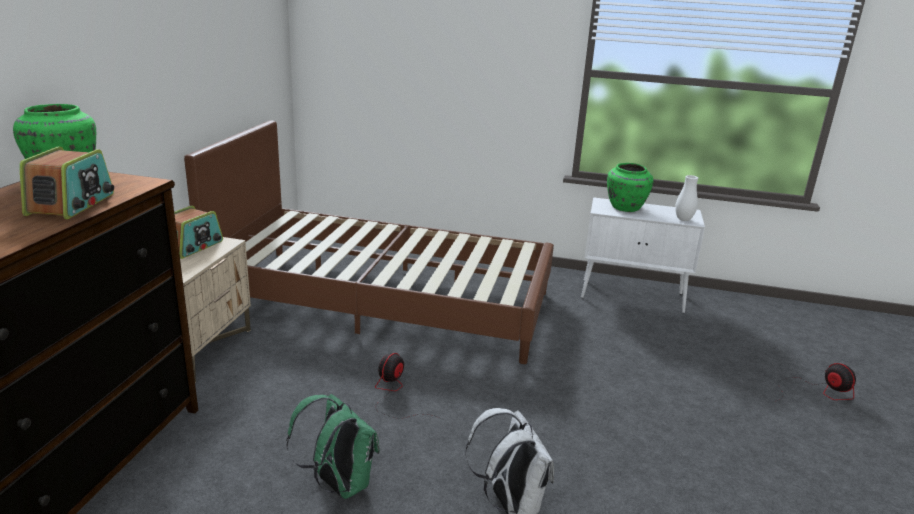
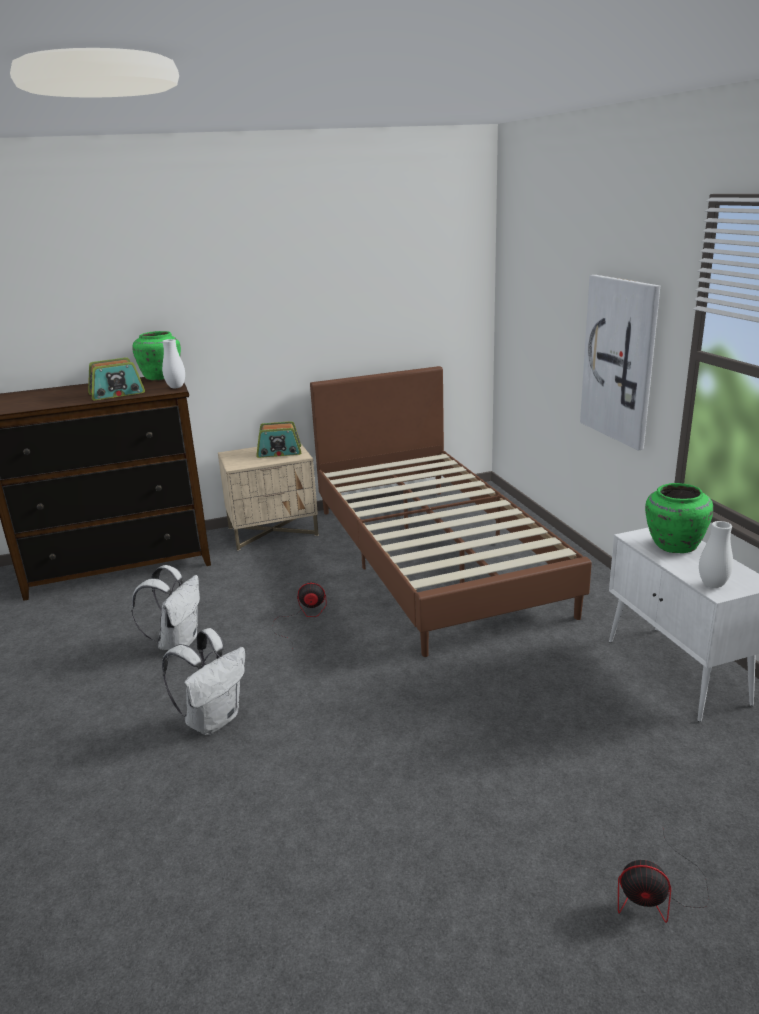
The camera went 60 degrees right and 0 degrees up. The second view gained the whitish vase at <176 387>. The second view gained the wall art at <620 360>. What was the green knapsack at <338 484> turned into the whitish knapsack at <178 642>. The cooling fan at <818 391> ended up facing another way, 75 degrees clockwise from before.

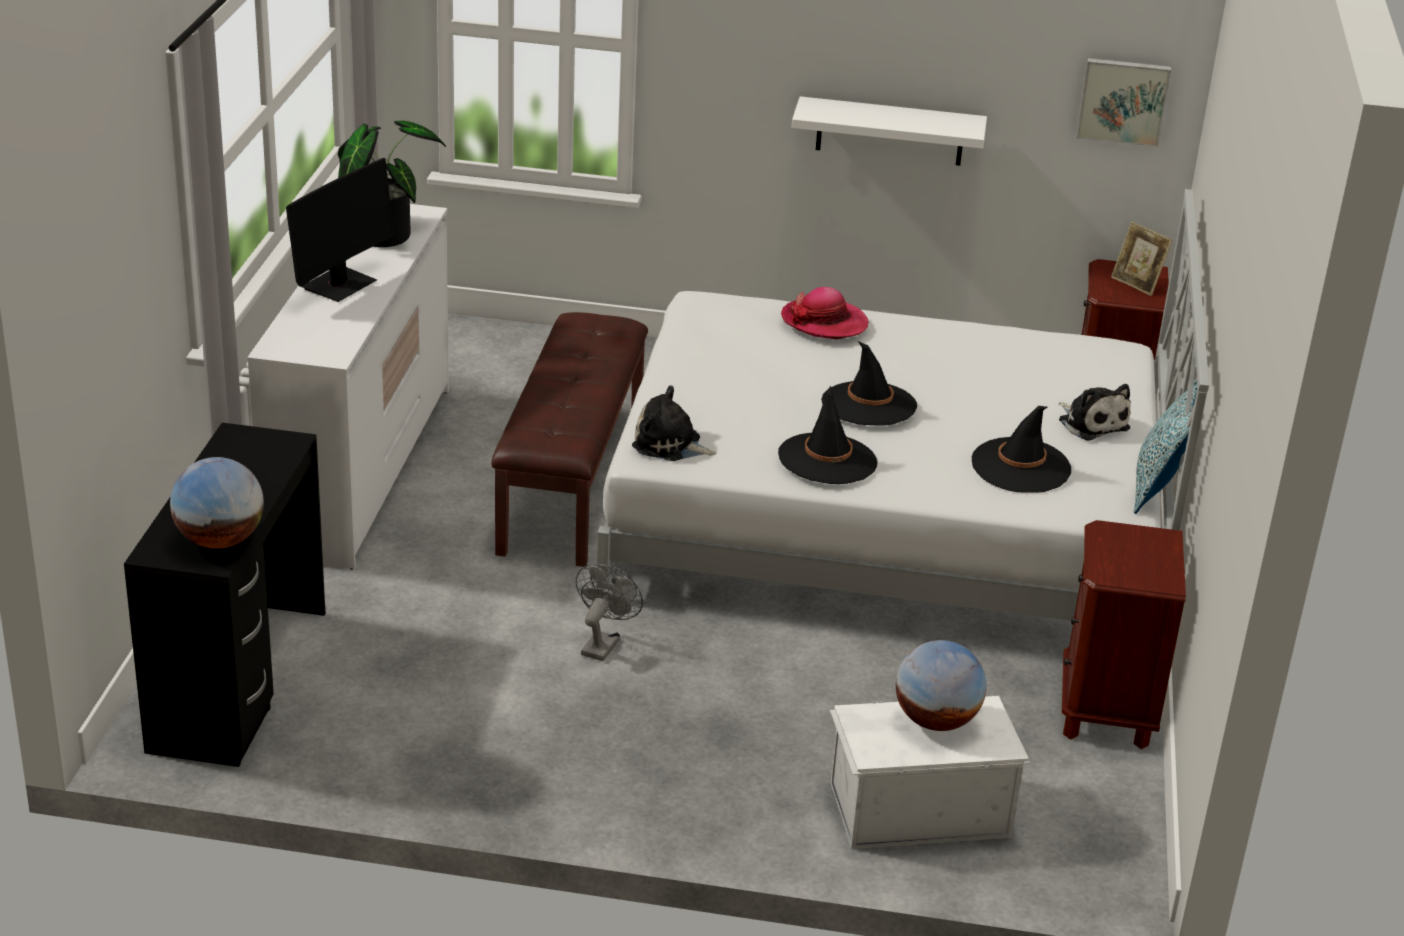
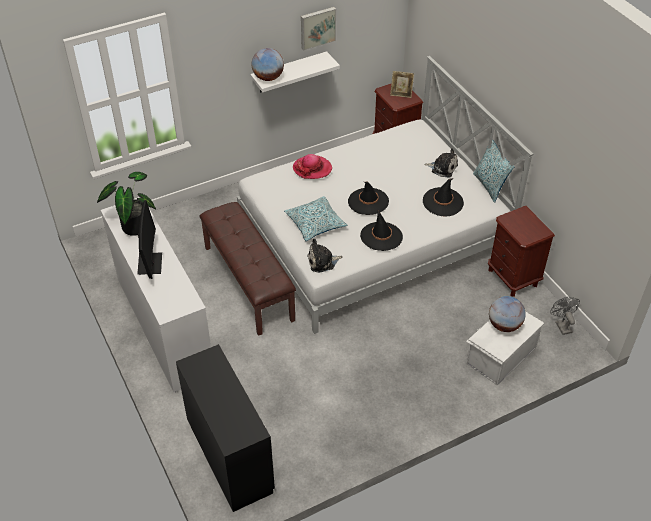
The camera went 35 degrees left and 15 degrees up. The second view gained the cushion at <315 223>. The desk globe ended up elsewhere, having gone from <220 540> to <268 78>. The greyish cooling fan ended up elsewhere, having gone from <603 643> to <561 325>. The wall art ended up elsewhere, having gone from <1123 100> to <317 27>.

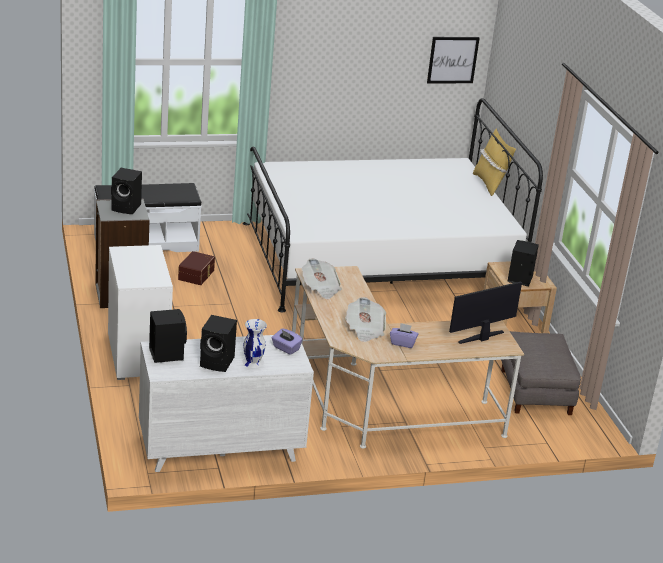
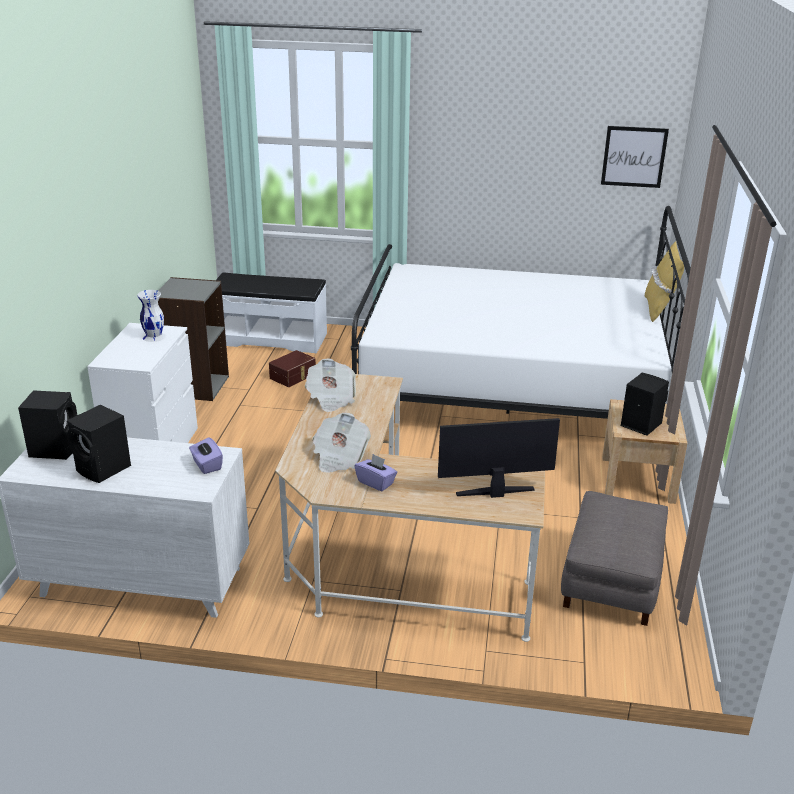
The camera went 25 degrees right and 0 degrees up. The second view lost the black-coloured loudspeaker at <127 208>. The whitish vase ended up elsewhere, having gone from <252 361> to <154 336>.

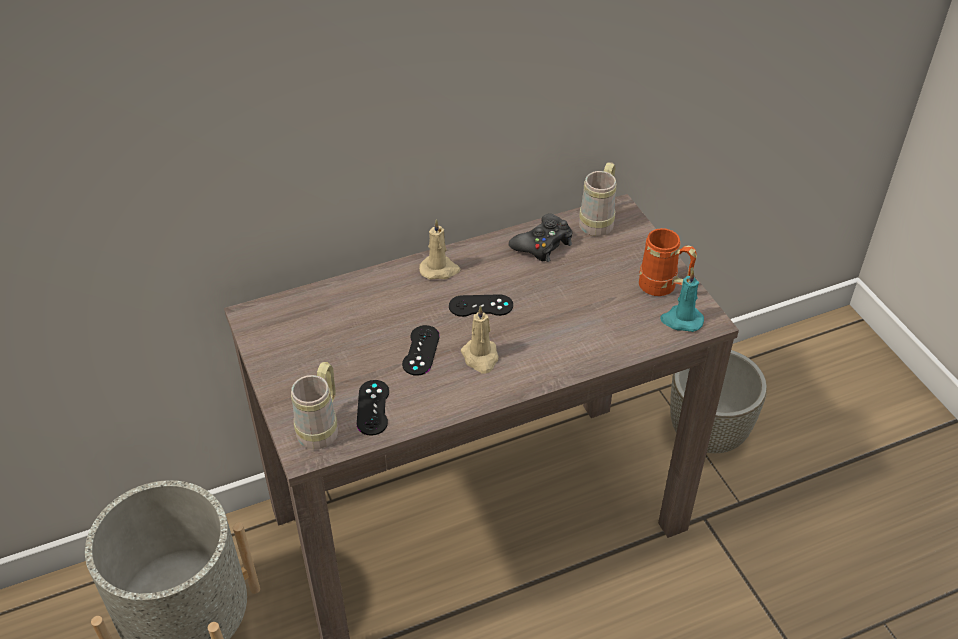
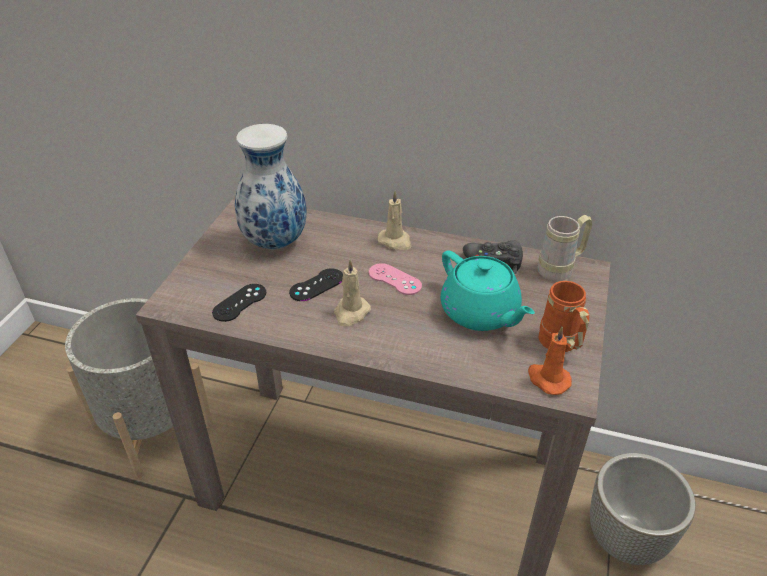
The camera went 40 degrees right and 5 degrees down. The second view lost the beige tea mug at <322 427>. The second view gained the vase at <275 243>. The second view gained the blue-green pot for tea at <481 313>. What was the black-coloured joypad at <481 306> turned into the pink-coloured joypad at <394 279>. What was the blue-green wax light at <681 320> turned into the orangey wax light at <547 379>.

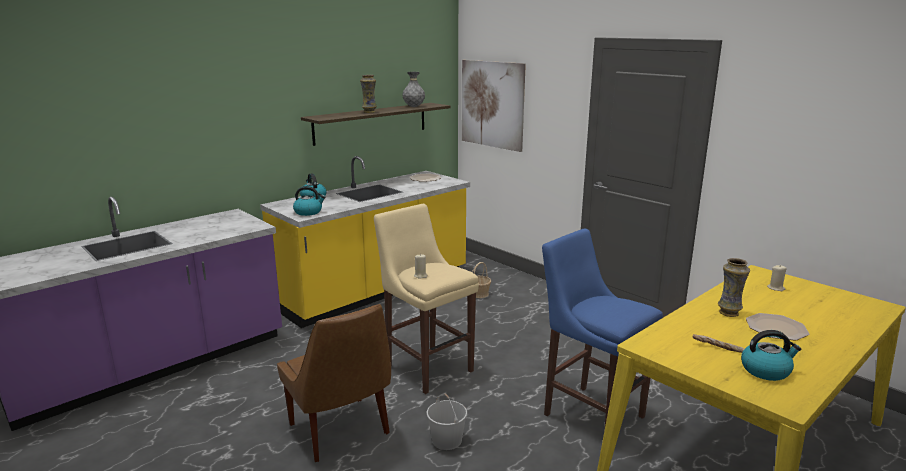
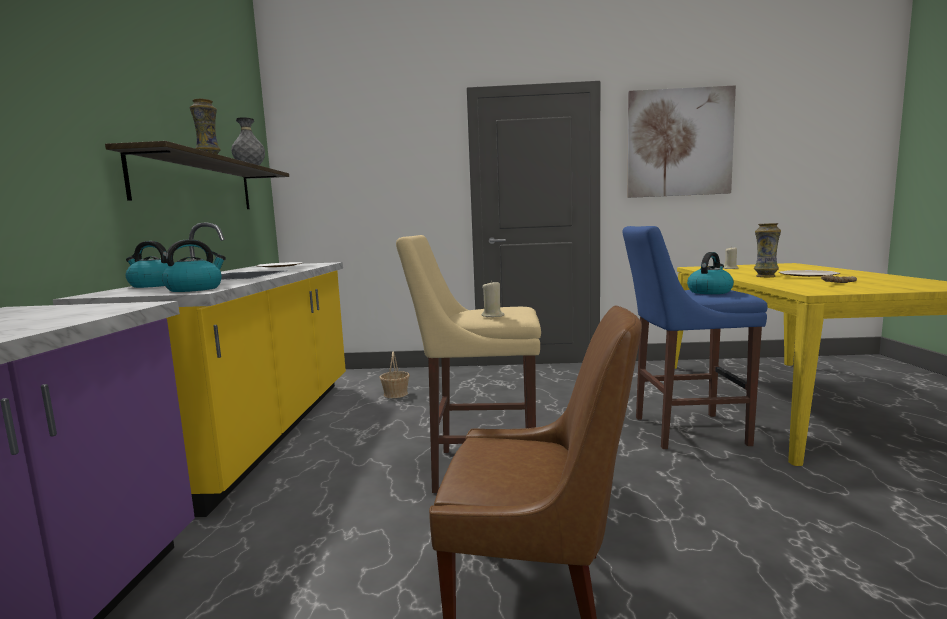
The camera went 45 degrees left and 10 degrees down. The second view lost the whitish water bucket at <446 440>. The wall art ended up elsewhere, having gone from <492 104> to <679 143>. The water kettle ended up elsewhere, having gone from <766 370> to <709 292>.

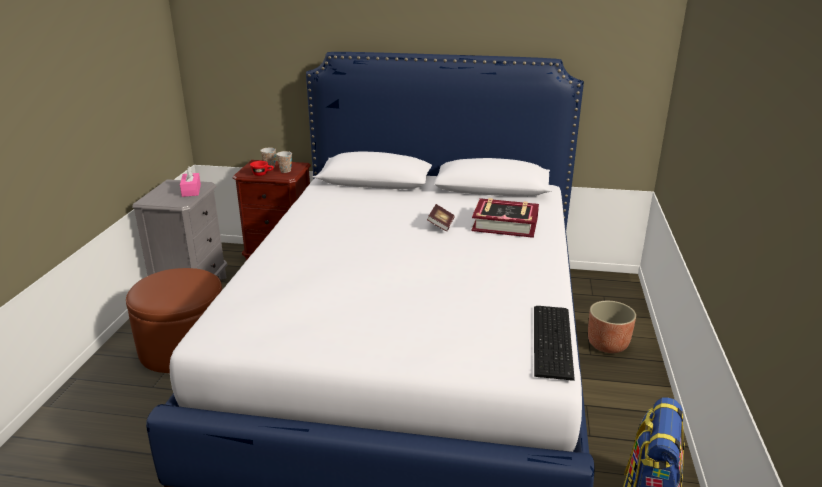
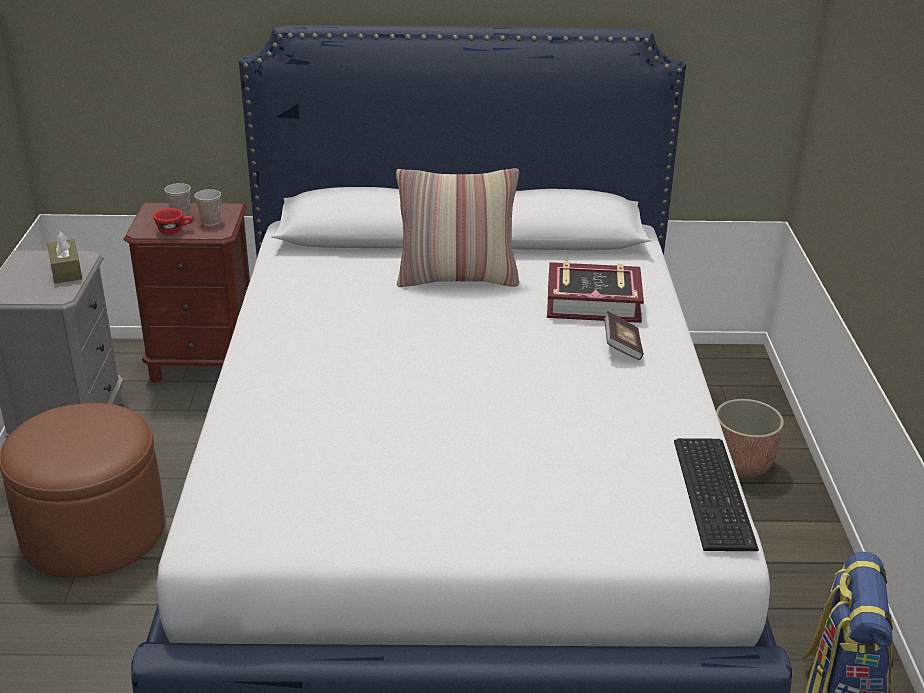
The camera went 10 degrees left and 5 degrees up. The second view gained the cushion at <457 278>. The bound book ended up elsewhere, having gone from <441 225> to <622 347>. What was the pink-coloured tissue box at <191 190> turned into the brownish tissue box at <66 270>.

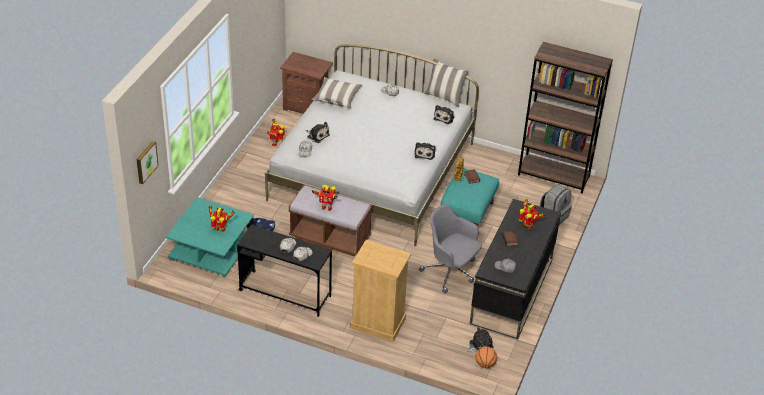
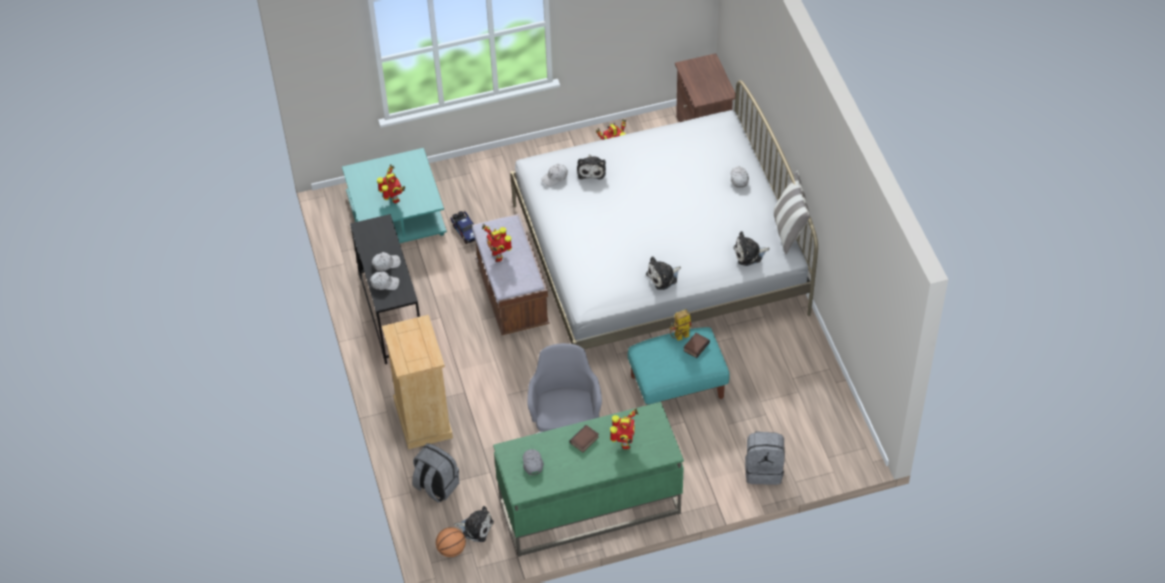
The camera went 55 degrees right and 10 degrees up. The second view lost the wall art at <145 161>. The second view lost the cushion at <337 98>. The second view lost the brownish shelving unit at <554 176>. The second view gained the greyish knapsack at <436 486>. What was the black-coloured desk at <511 292> turned into the green desk at <589 506>.

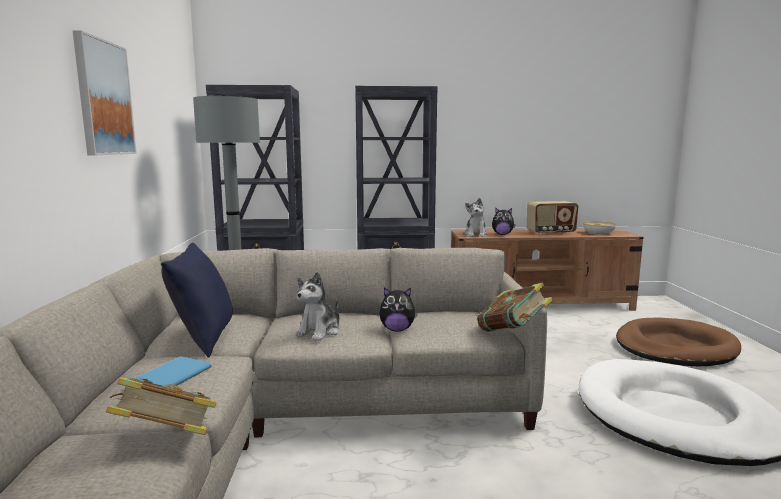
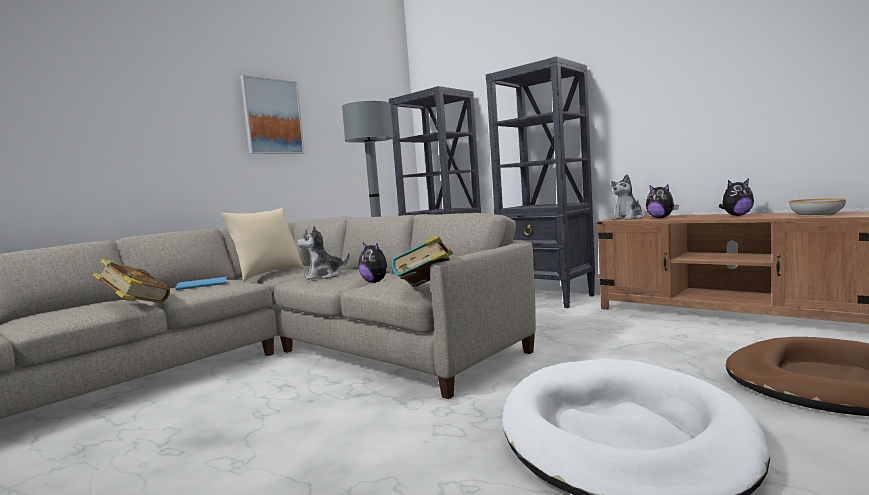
The camera went 45 degrees right and 5 degrees down. Where the radio stood at <551 233>, the cuddly toy came to stand at <737 215>. What was the blue-coloured cushion at <203 339> turned into the beige cushion at <267 274>.

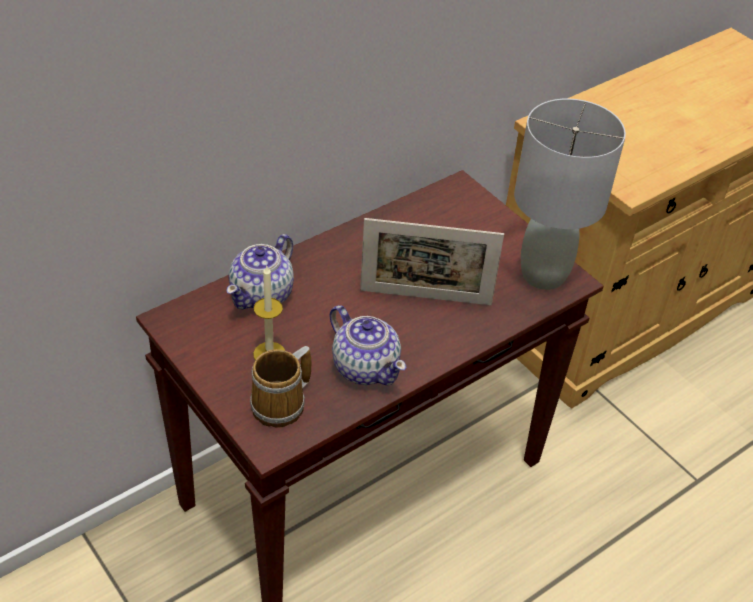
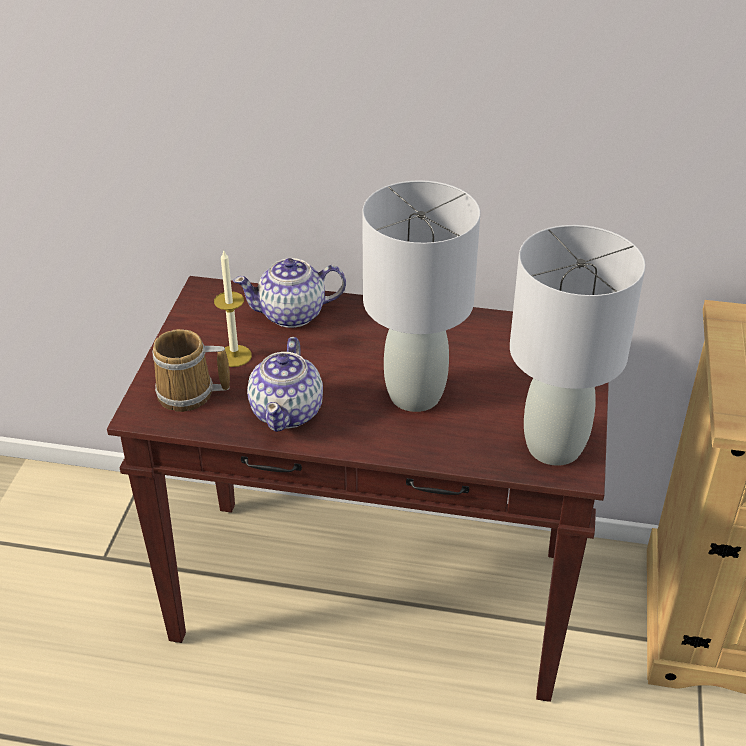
The camera went 50 degrees right and 5 degrees down. Where the picture frame stood at <425 297>, the greyish lamp for a table came to stand at <416 395>.

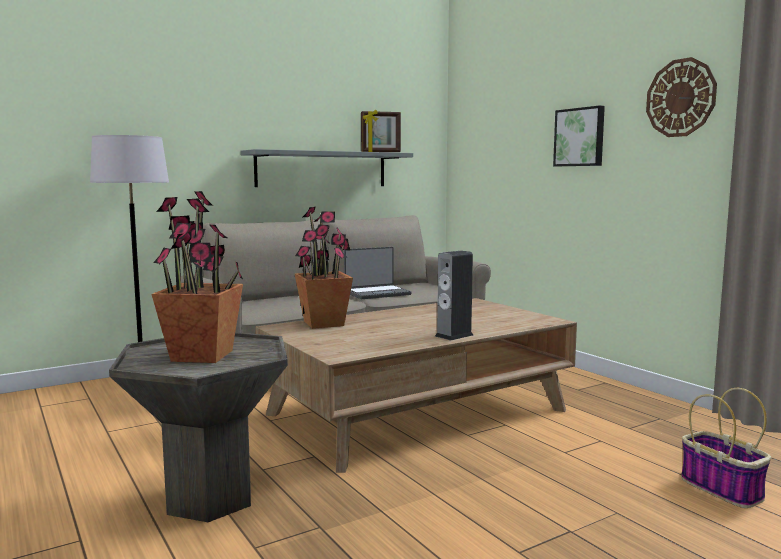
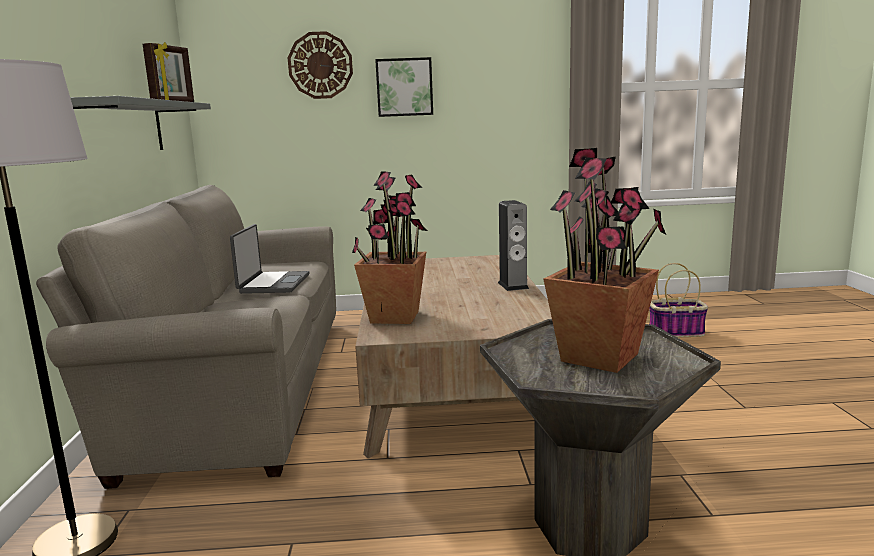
The camera went 60 degrees left and 5 degrees up. The wall clock ended up elsewhere, having gone from <680 98> to <320 65>.

